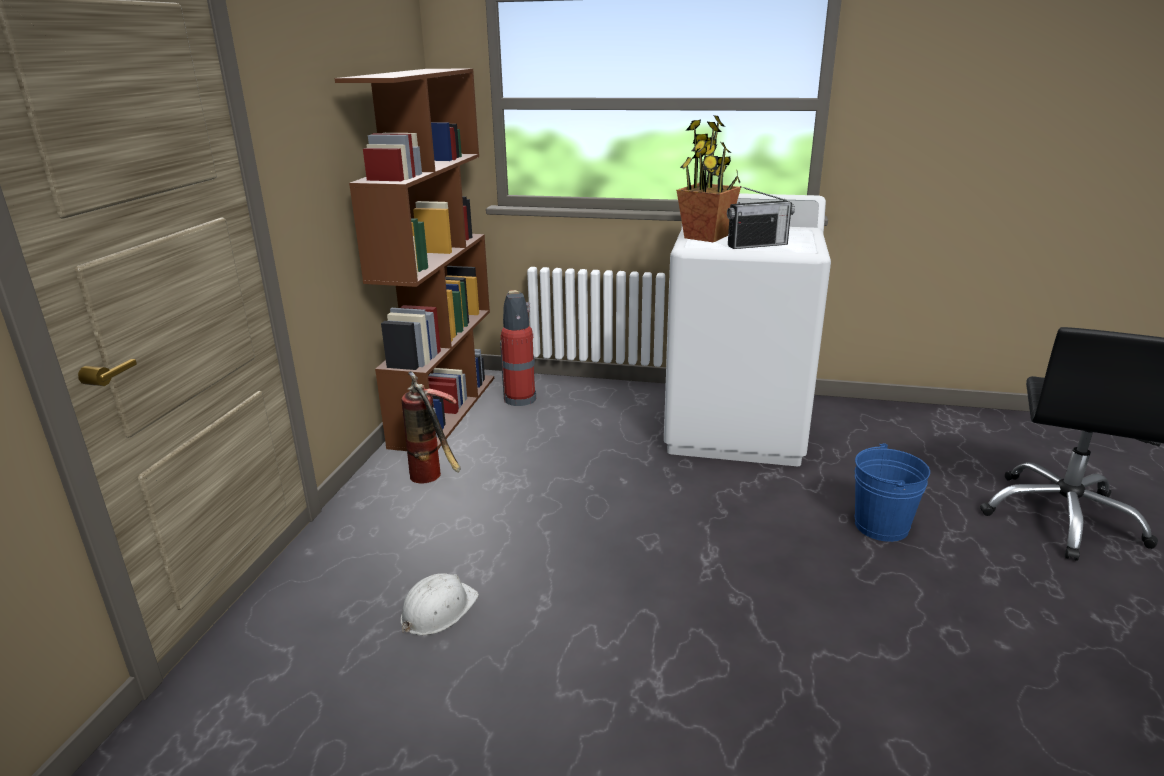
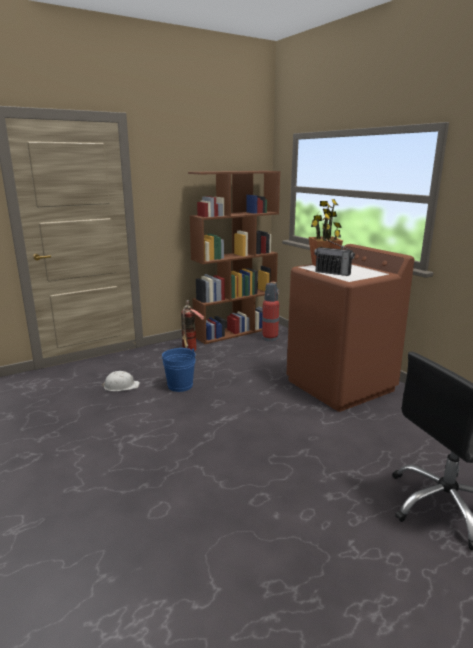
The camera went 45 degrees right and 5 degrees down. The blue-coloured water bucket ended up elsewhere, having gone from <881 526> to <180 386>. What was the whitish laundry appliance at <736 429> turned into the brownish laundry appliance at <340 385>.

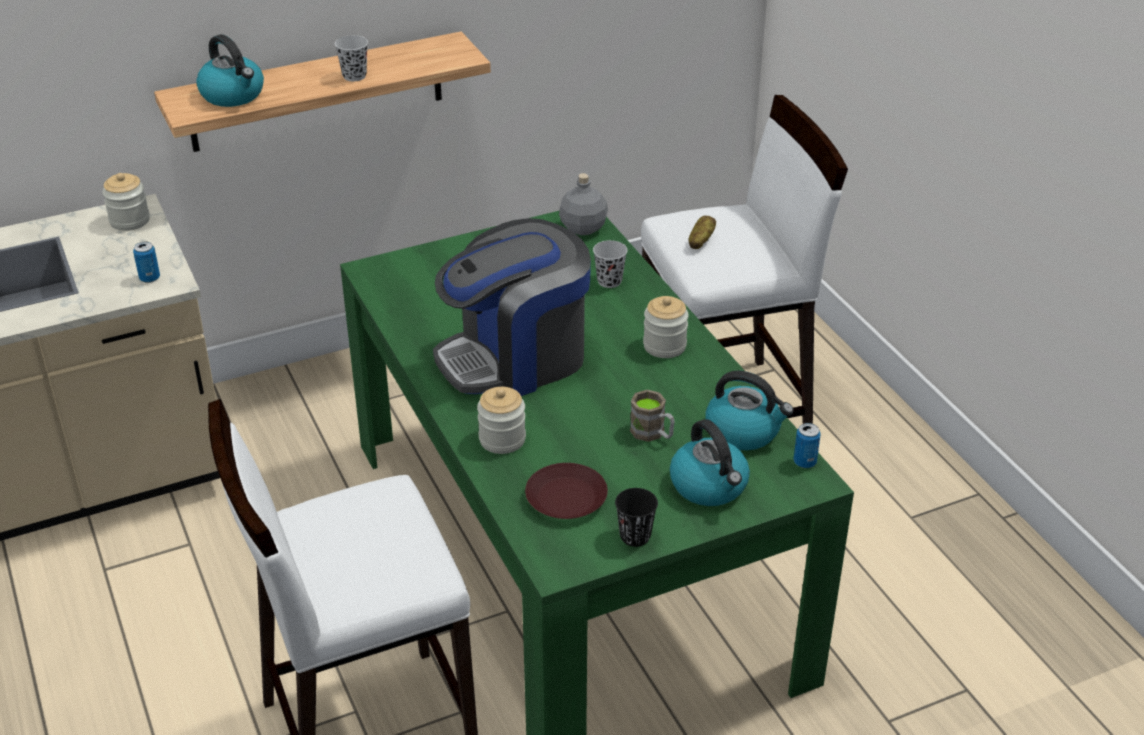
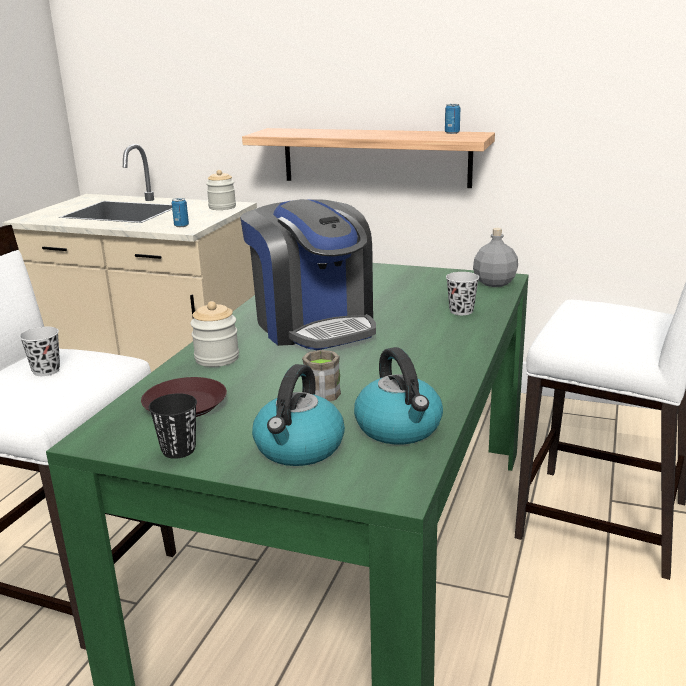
The camera went 45 degrees right and 15 degrees down. The second view lost the water kettle at <233 95>. The second view lost the storage jar at <664 346>. The second view lost the whole potato at <700 242>. The black-coloured small cup ended up elsewhere, having gone from <354 76> to <46 371>. The metal can ended up elsewhere, having gone from <804 462> to <452 133>. The coffee maker at <515 358> ended up facing another way, 135 degrees counterclockwise from before.

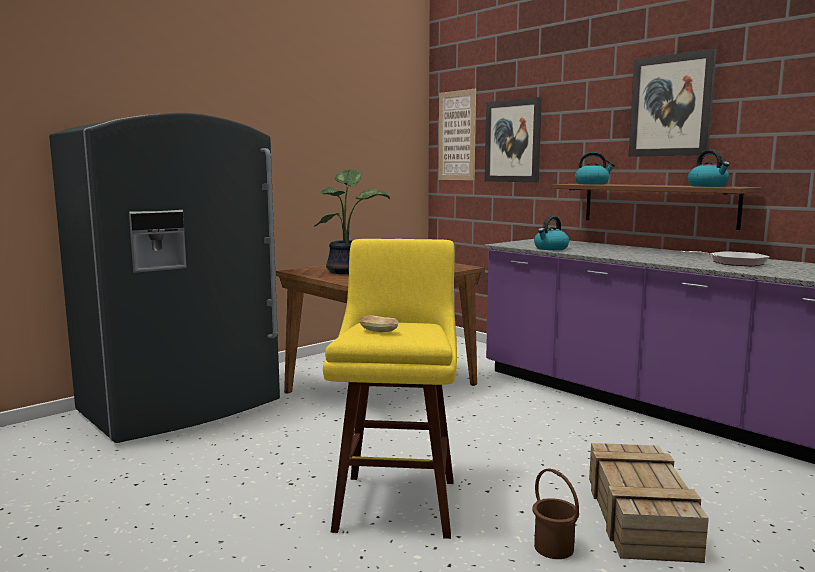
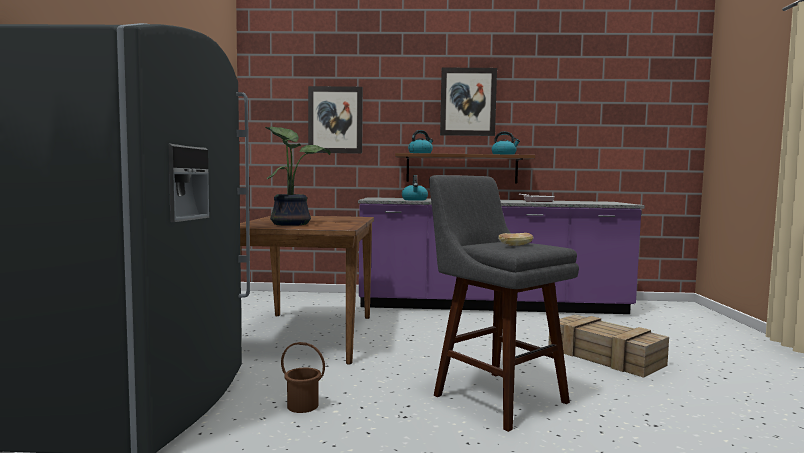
The camera went 45 degrees left and 5 degrees down. The second view lost the wall art at <457 135>. The brownish water bucket ended up elsewhere, having gone from <553 548> to <302 406>. What was the yellowish stool at <397 500> turned into the greyish stool at <495 396>.

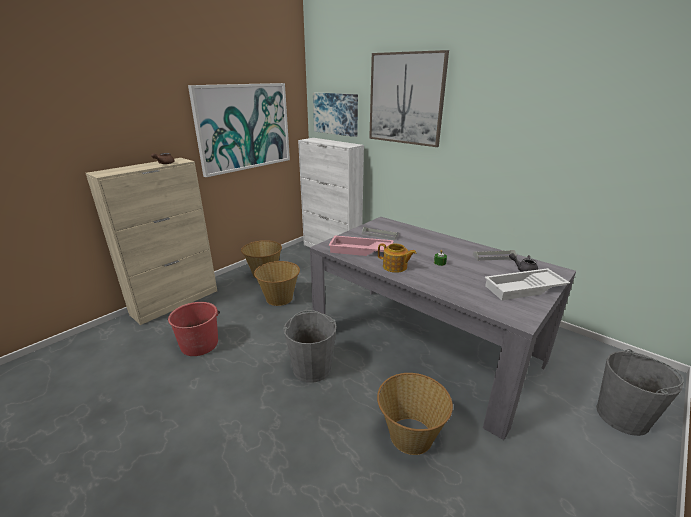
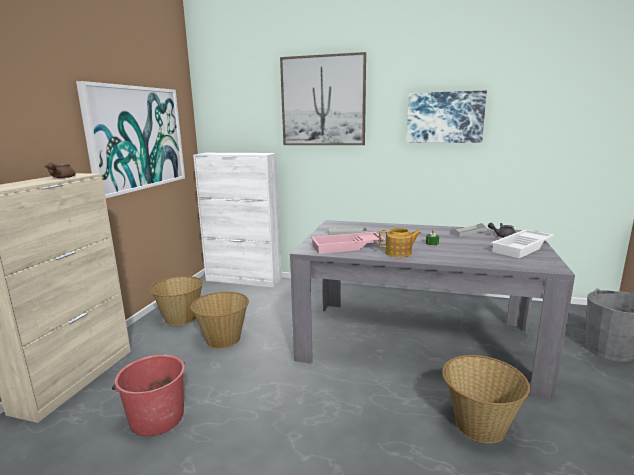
The camera went 25 degrees left and 10 degrees down. The second view lost the greyish water bucket at <312 368>. The wall art ended up elsewhere, having gone from <336 114> to <445 117>.

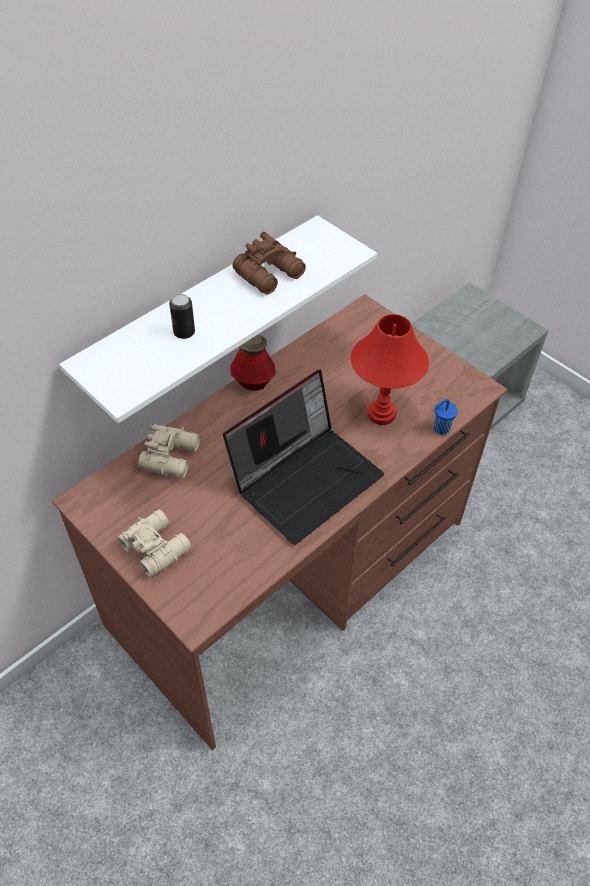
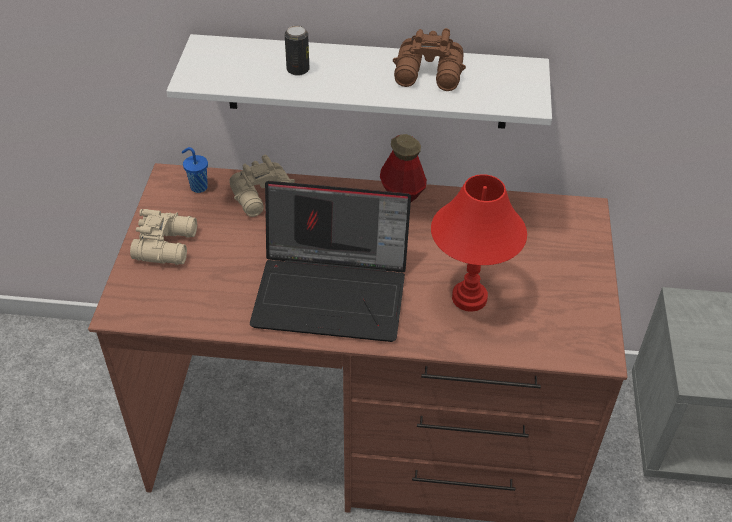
The camera went 50 degrees right and 5 degrees down. The blue-coloured small cup ended up elsewhere, having gone from <440 429> to <198 187>.

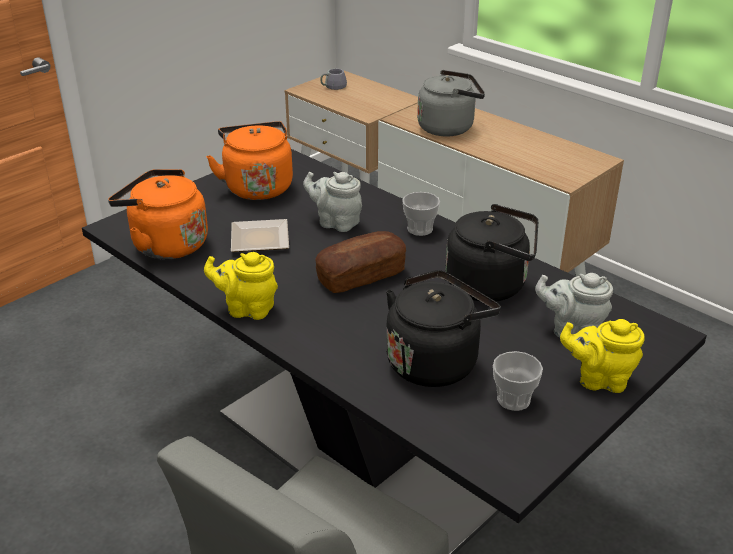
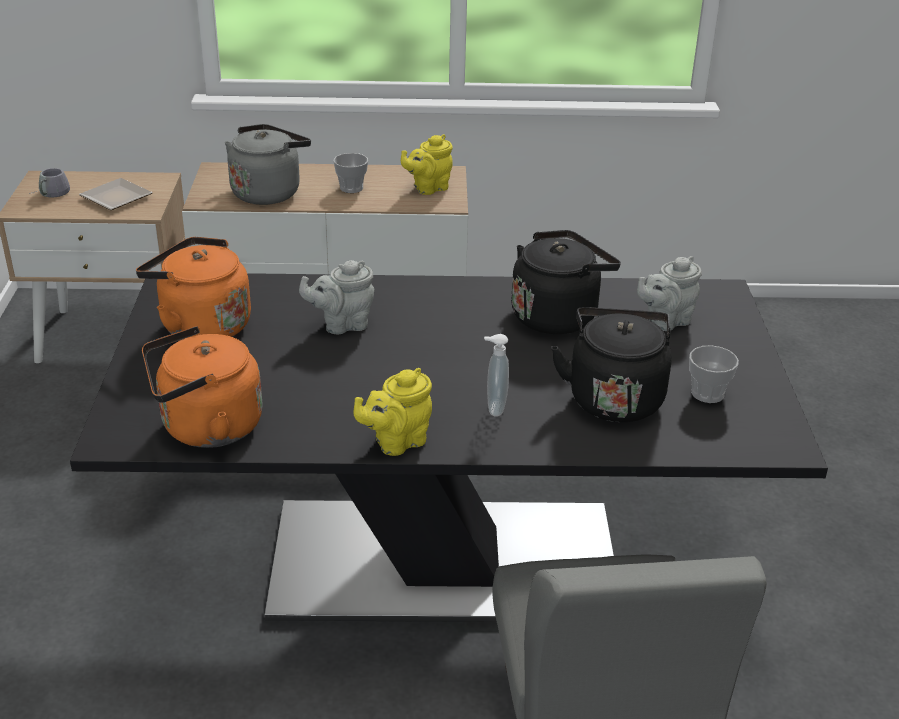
The camera went 45 degrees left and 0 degrees up. The second view lost the bakery bread at <361 276>. The second view gained the soap bottle at <494 408>. The dinner plate ended up elsewhere, having gone from <262 238> to <117 196>. The small cup ended up elsewhere, having gone from <420 229> to <351 188>. The yellowish pot for tea ended up elsewhere, having gone from <599 379> to <428 188>.

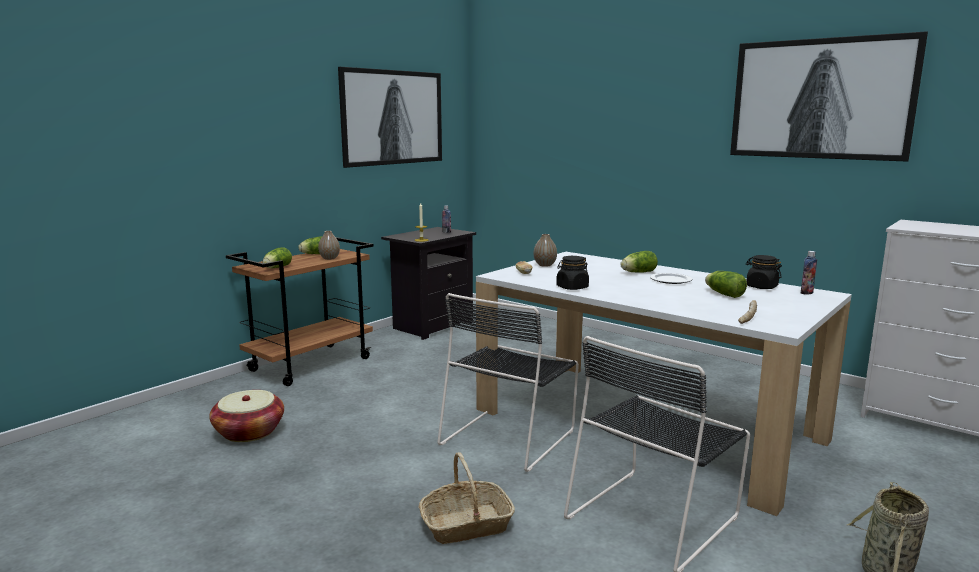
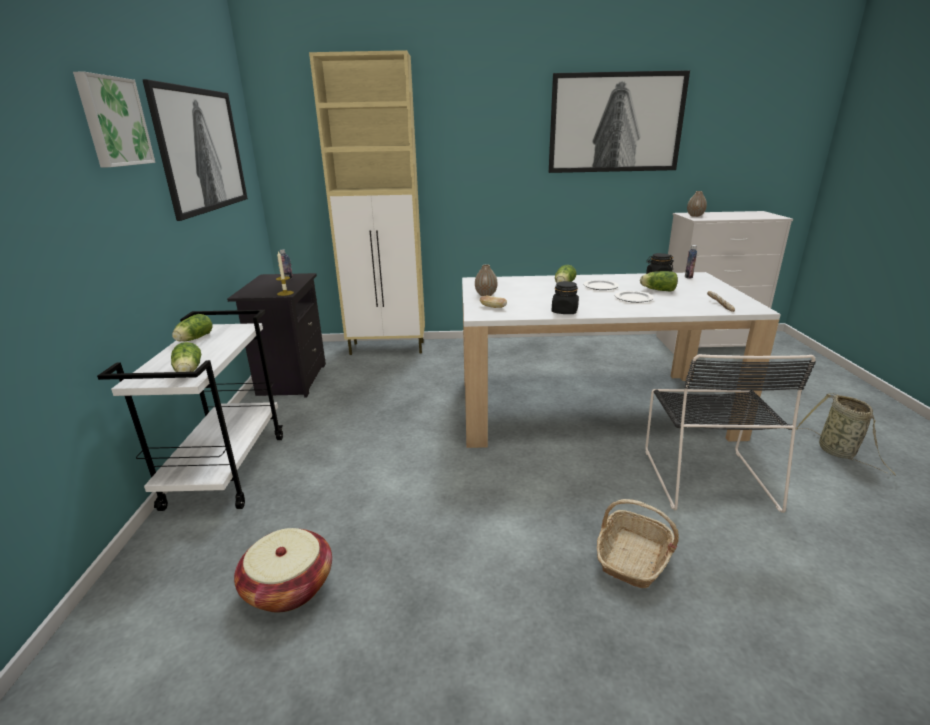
The camera went 40 degrees left and 10 degrees up. The second view lost the black-coloured chair at <510 436>. The second view gained the wall art at <113 122>. The second view gained the beige cabinet at <388 348>. The second view gained the dinner plate at <634 298>. The vase ended up elsewhere, having gone from <329 258> to <695 216>. What was the brownish wheeled cart at <311 364> turned into the whitish wheeled cart at <227 470>.

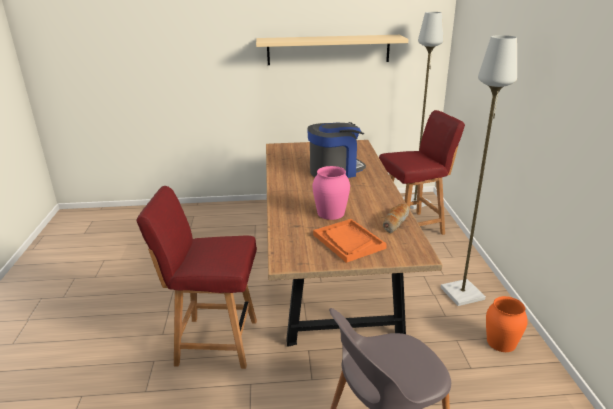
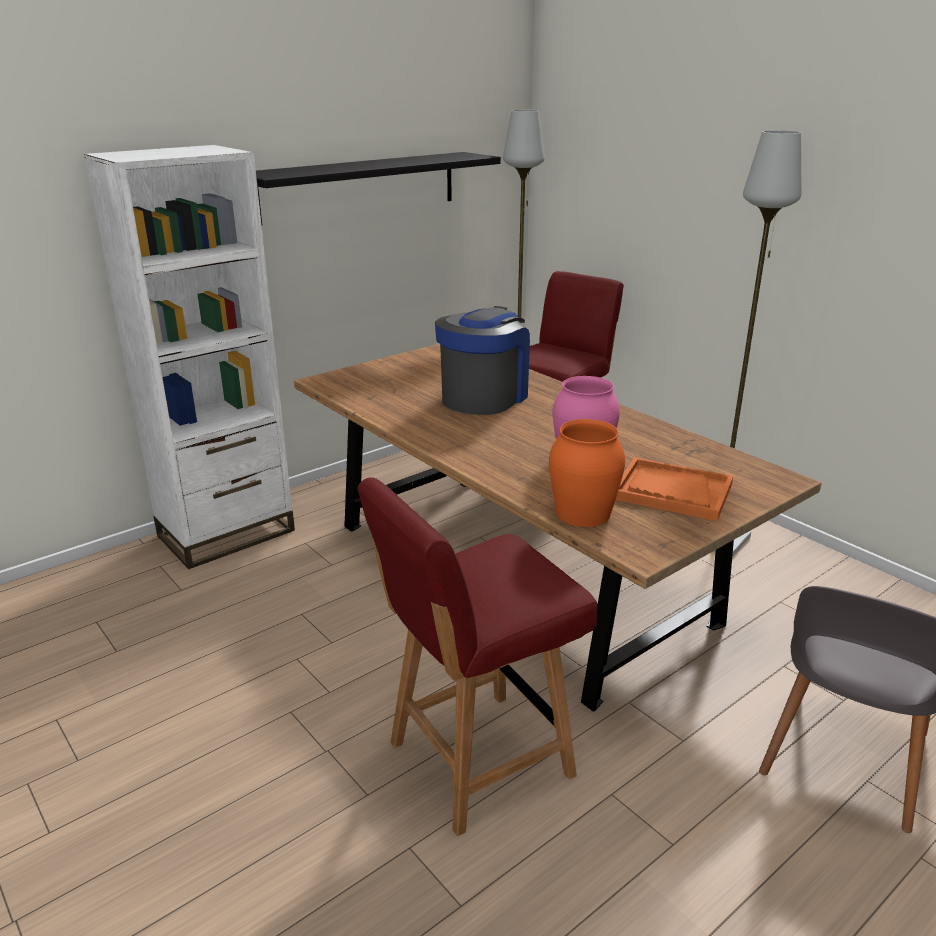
The camera went 35 degrees left and 0 degrees up. The second view lost the bakery bread at <395 222>. The second view gained the whitish shelving unit at <226 533>. The orangey vase ended up elsewhere, having gone from <501 342> to <582 513>. What was the beige wall shelf at <328 50> turned into the black-coloured wall shelf at <360 187>.

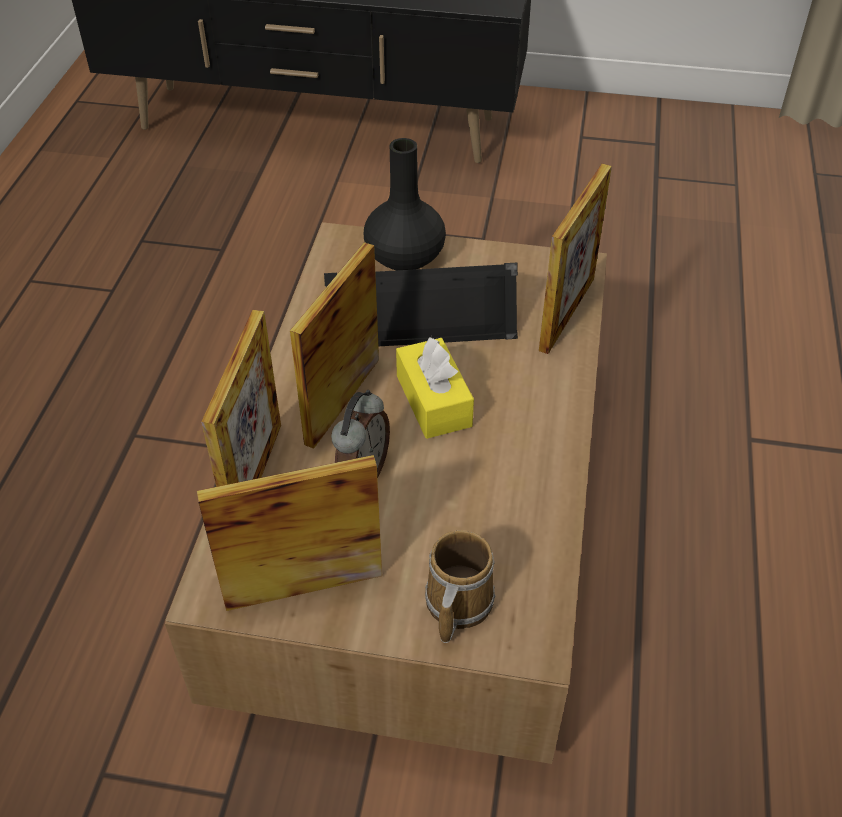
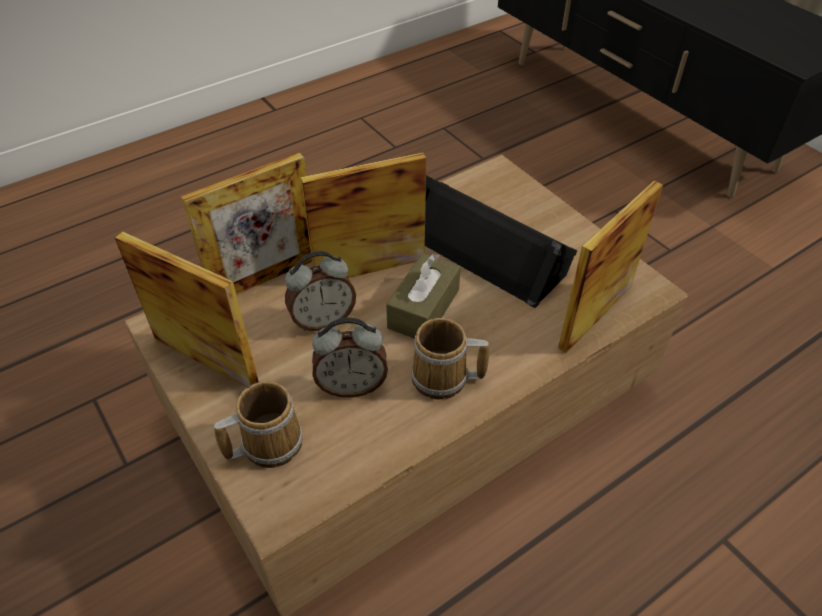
The camera went 45 degrees right and 0 degrees up. The second view lost the black-coloured vase at <405 258>. The second view gained the alarm clock at <352 385>. The second view gained the tea mug at <443 379>. What was the yellowish tissue box at <433 401> turned into the brownish tissue box at <423 308>. The picture frame at <567 314> ended up facing another way, 150 degrees clockwise from before.

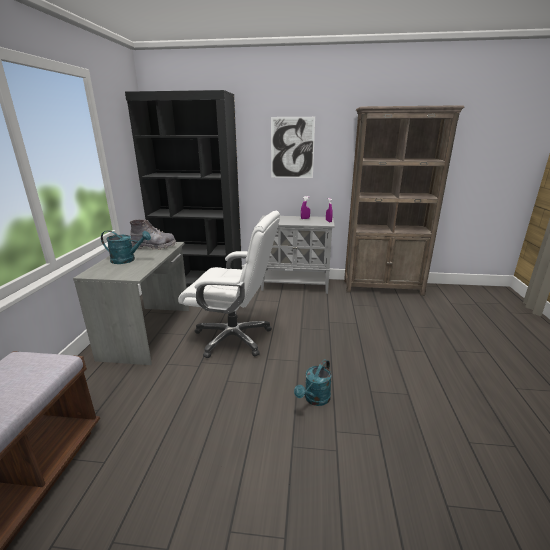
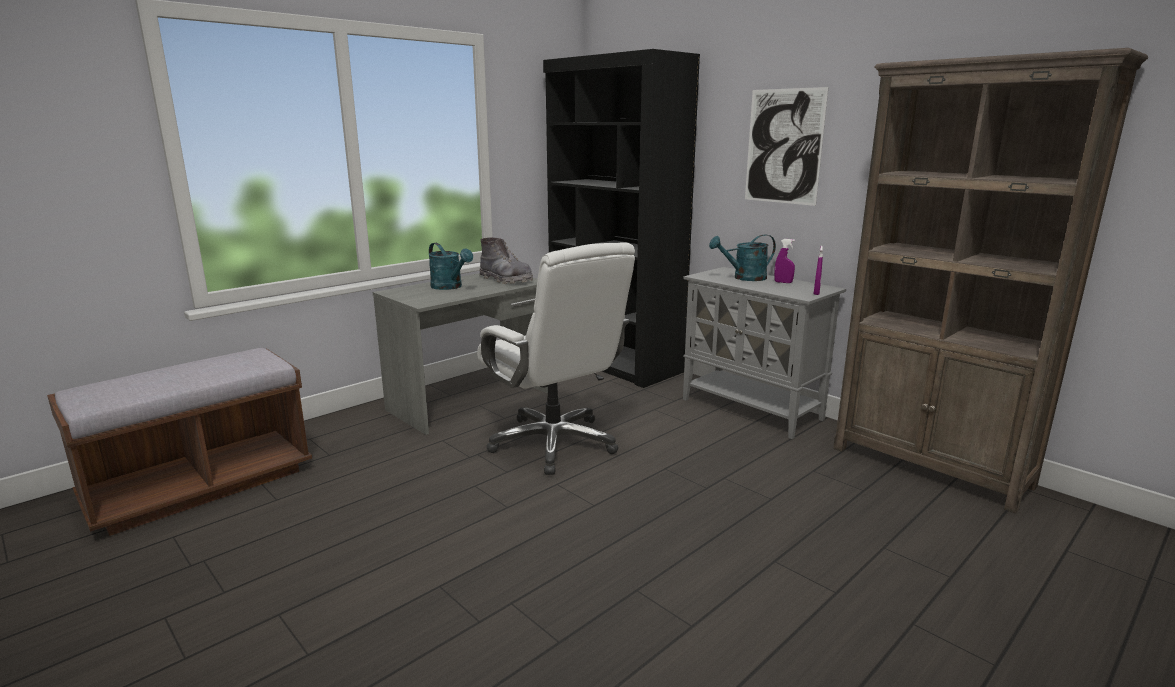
The camera went 40 degrees right and 5 degrees down. The blue-green sprinkling can ended up elsewhere, having gone from <315 399> to <744 278>.

